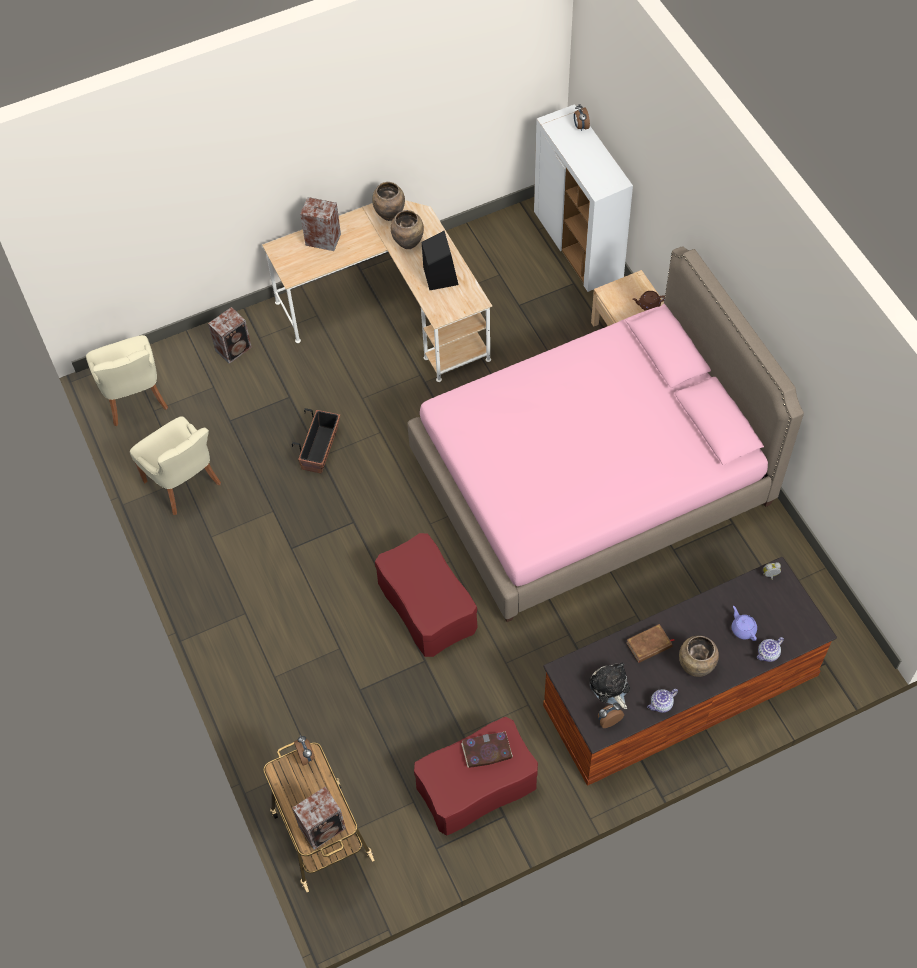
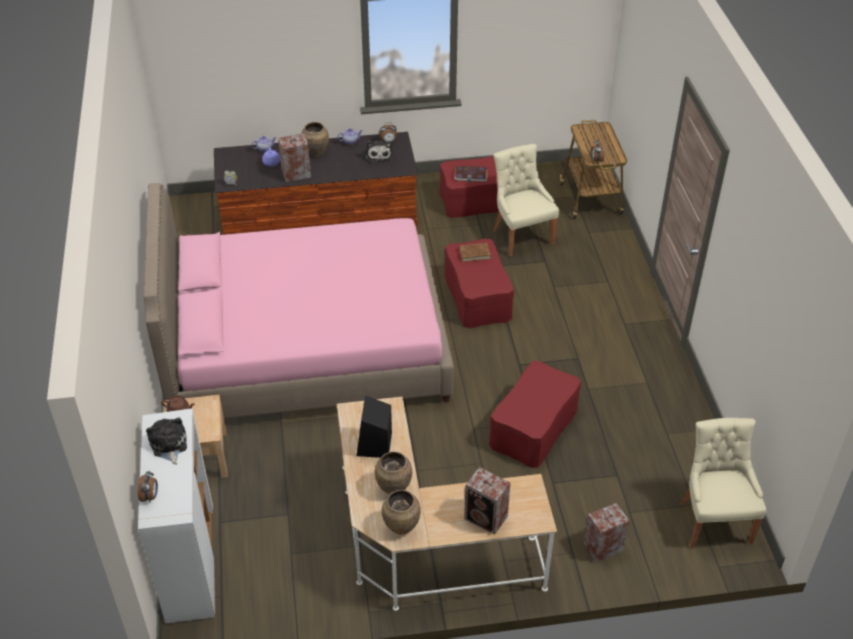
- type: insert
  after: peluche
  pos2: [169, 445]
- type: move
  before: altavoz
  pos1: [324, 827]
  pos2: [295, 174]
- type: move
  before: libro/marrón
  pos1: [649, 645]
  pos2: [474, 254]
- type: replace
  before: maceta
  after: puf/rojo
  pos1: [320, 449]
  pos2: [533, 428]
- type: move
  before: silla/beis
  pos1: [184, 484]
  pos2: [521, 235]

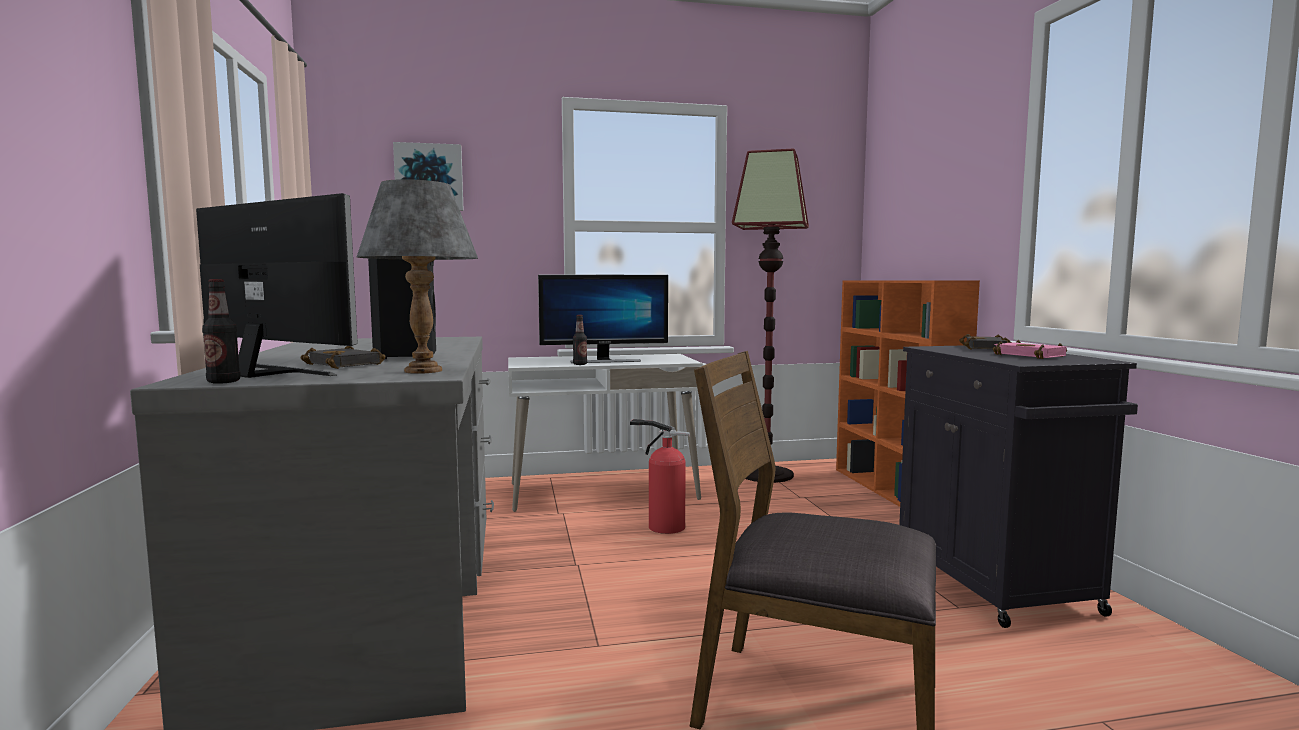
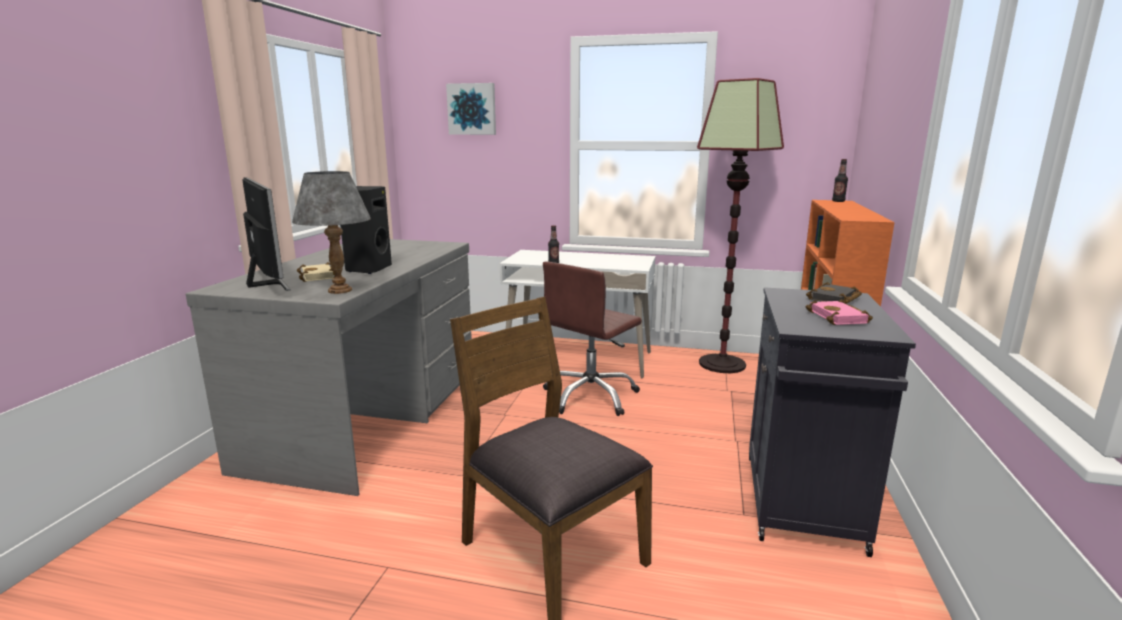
- type: recolor
  before: libro/negro
  after: libro/beis
  pos1: [347, 364]
  pos2: [320, 276]
- type: replace
  before: extintor
  after: silla de oficina/marrón
  pos1: [662, 526]
  pos2: [591, 396]
- type: move
  before: botella
  pos1: [223, 382]
  pos2: [838, 201]
- type: delete
  before: monitor
  pos1: [604, 361]

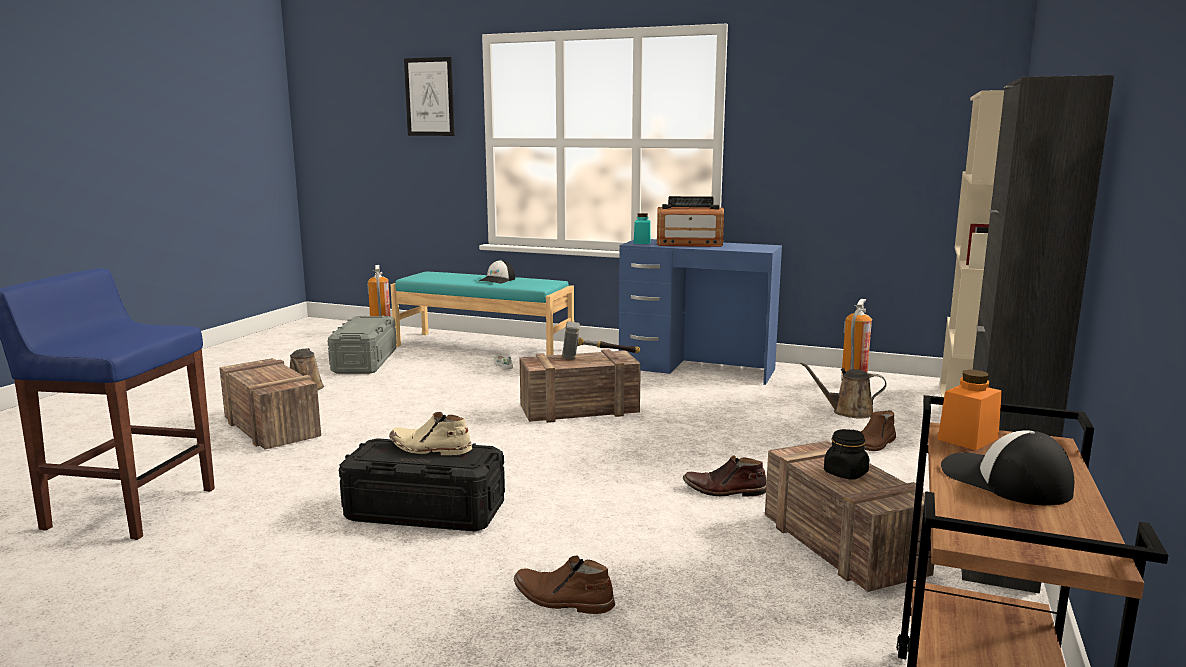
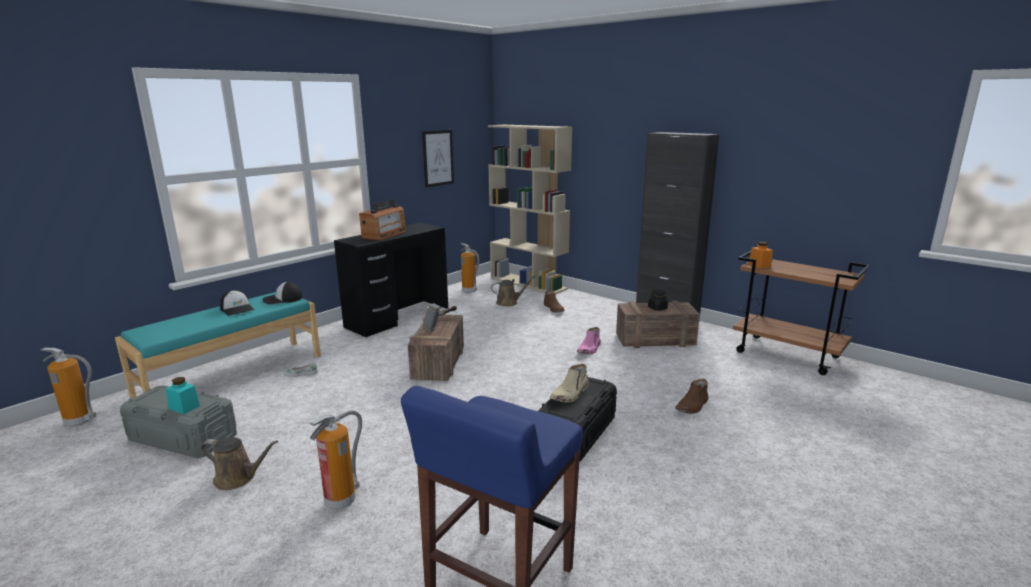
- type: move
  before: tarro/turquesa
  pos1: [642, 242]
  pos2: [184, 407]
- type: move
  before: gorra
  pos1: [1004, 480]
  pos2: [282, 299]
- type: replace
  before: caja de embalaje
  after: extintor
  pos1: [270, 427]
  pos2: [342, 500]
- type: recolor
  before: escritorio/azul
  after: escritorio/negro
  pos1: [697, 369]
  pos2: [398, 317]
- type: move
  before: cuadro
  pos1: [429, 97]
  pos2: [438, 158]
- type: rotate
  before: regadera/marrón
  pos1: [848, 412]
  pos2: [509, 302]
  turn: -135
- type: recolor
  before: bota/marrón
  after: bota/rosa
  pos1: [724, 490]
  pos2: [589, 349]

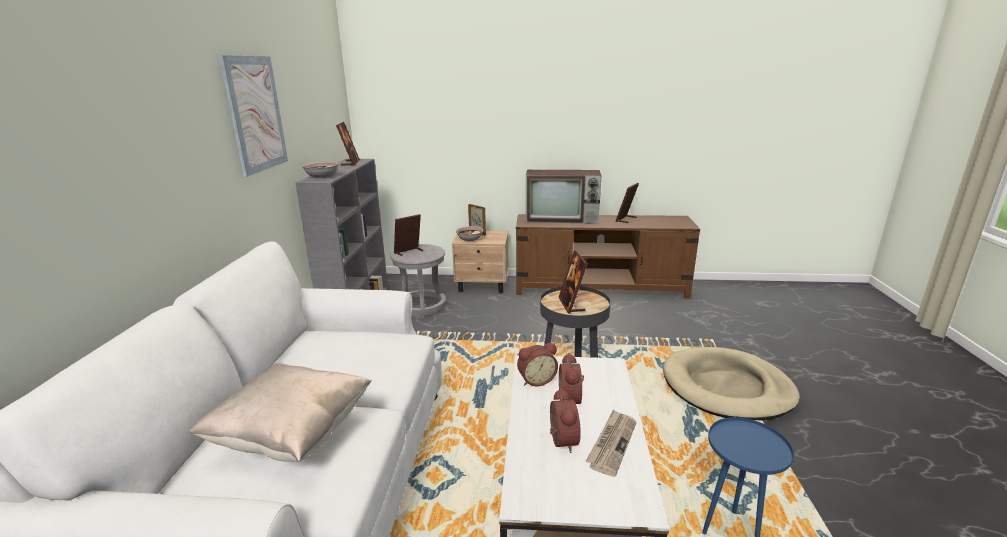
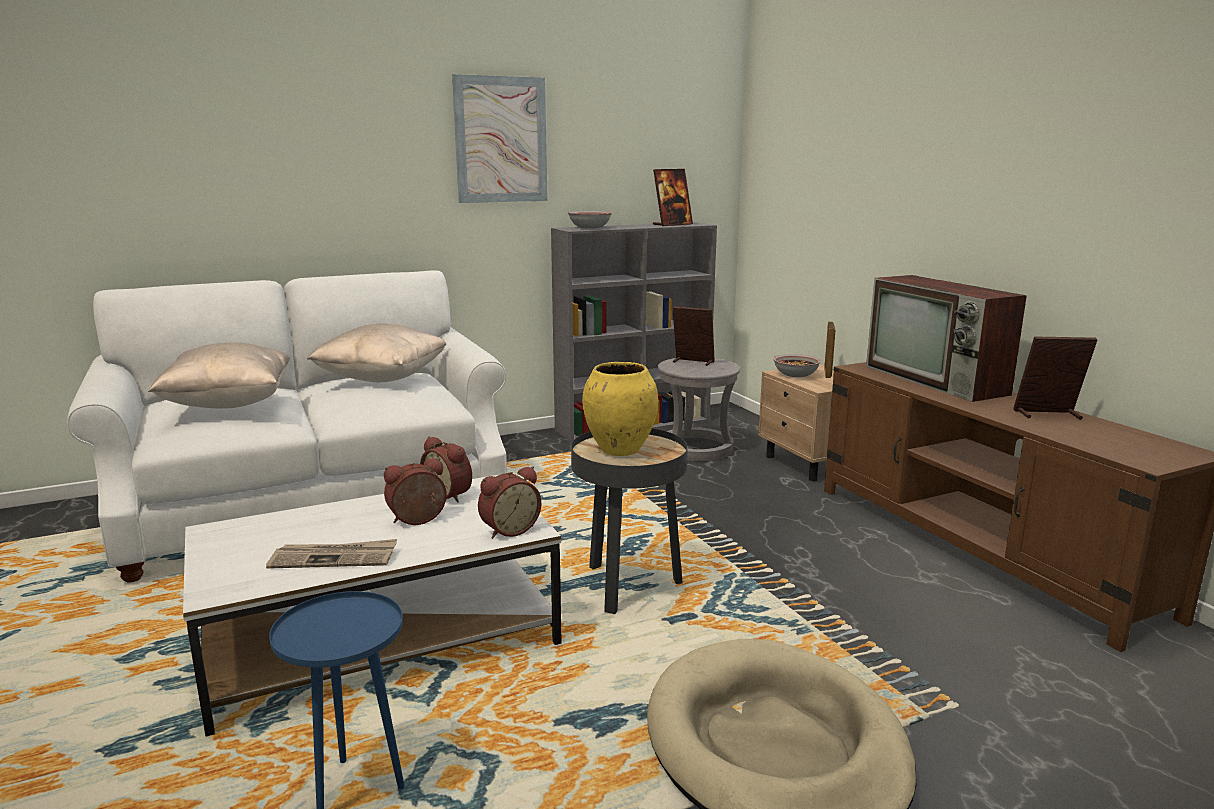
- type: insert
  after: cojín/beis
  pos2: [382, 378]
- type: move
  before: despertador
  pos1: [560, 440]
  pos2: [508, 529]
- type: replace
  before: portarretratos
  after: florero/amarillo
  pos1: [571, 305]
  pos2: [620, 450]

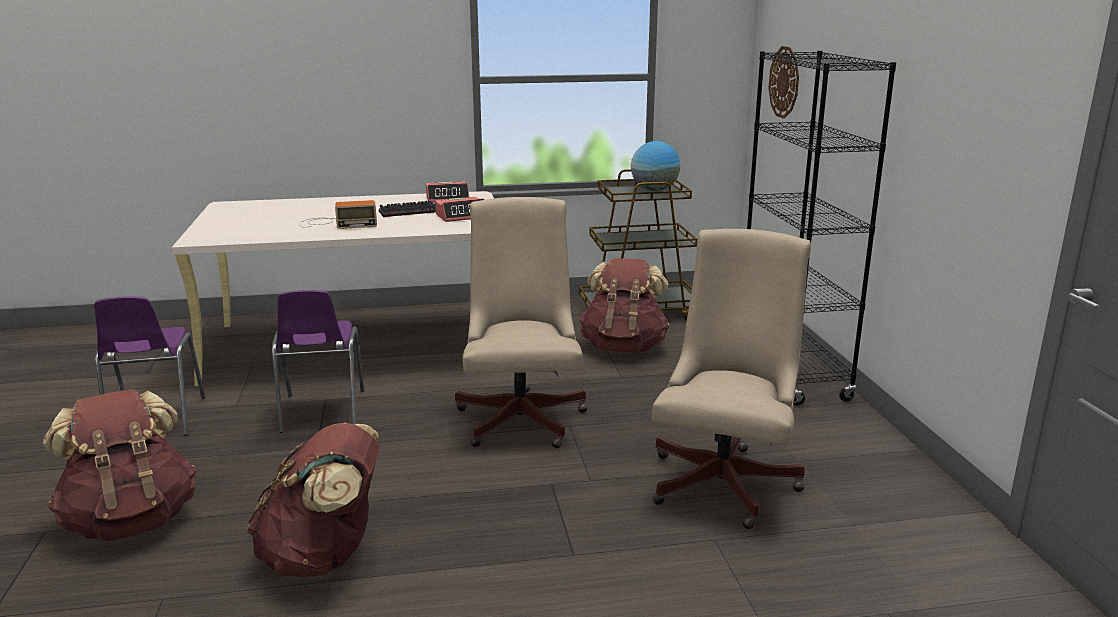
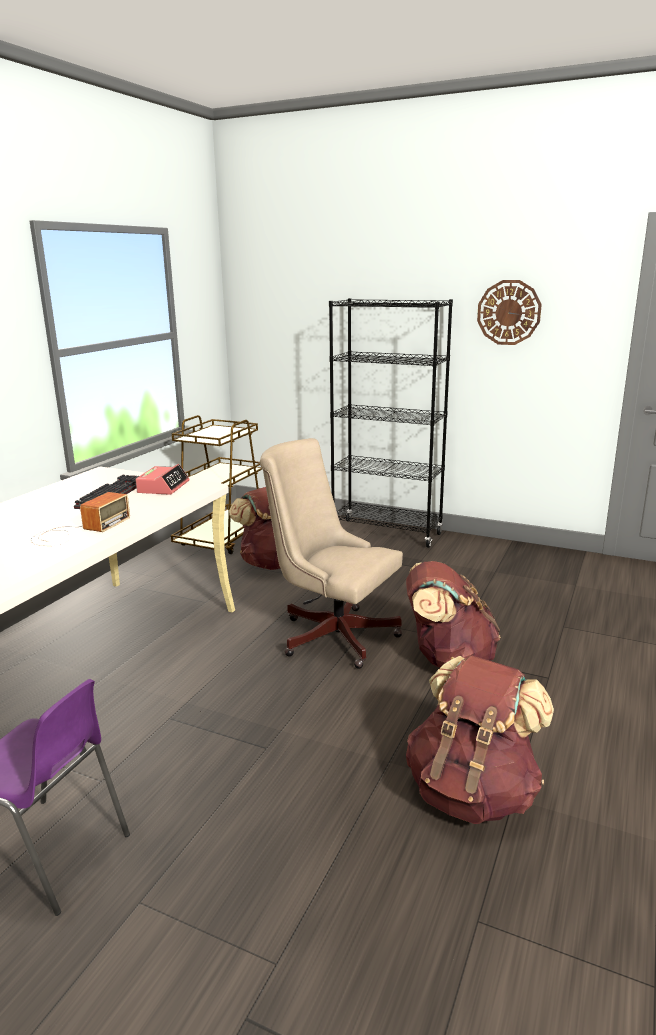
- type: move
  before: mochila/marrón
  pos1: [131, 521]
  pos2: [447, 659]
- type: move
  before: reloj de pared
  pos1: [784, 82]
  pos2: [508, 312]
- type: delete
  before: silla/morado
  pos1: [321, 412]
- type: delete
  before: despertador
  pos1: [448, 198]
- type: delete
  before: globo terráqueo
  pos1: [654, 190]
- type: delete
  before: silla de oficina/beis
  pos1: [726, 479]

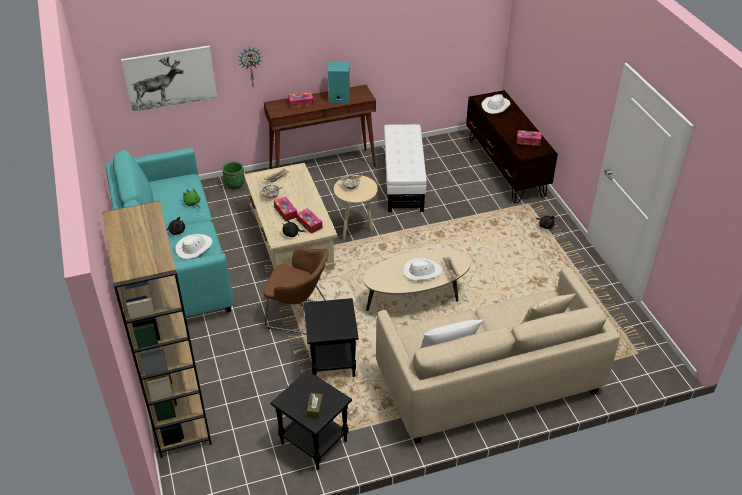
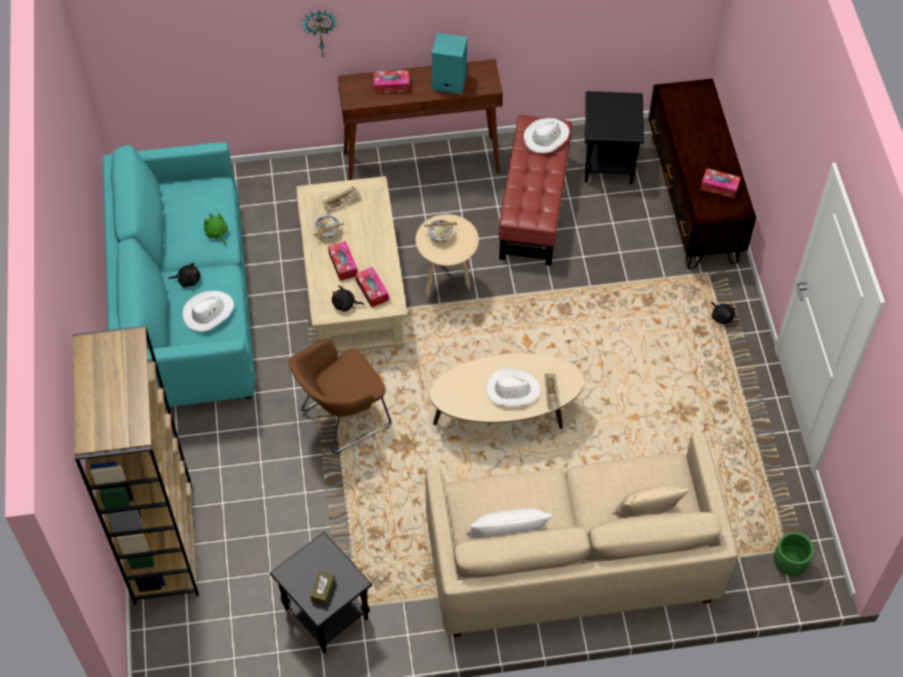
- type: rotate
  before: sillón/marrón
  pos1: [299, 316]
  pos2: [341, 419]
  turn: 120
- type: recolor
  before: puf/blanco
  after: puf/rojo
  pos1: [404, 182]
  pos2: [534, 207]
- type: move
  before: sombrero/blanco
  pos1: [496, 106]
  pos2: [546, 137]
- type: move
  before: mesa auxiliar/negro
  pos1: [333, 362]
  pos2: [609, 163]
- type: move
  before: maceta/verde
  pos1: [234, 185]
  pos2: [789, 564]
- type: delete
  before: cuadro
  pos1: [170, 78]

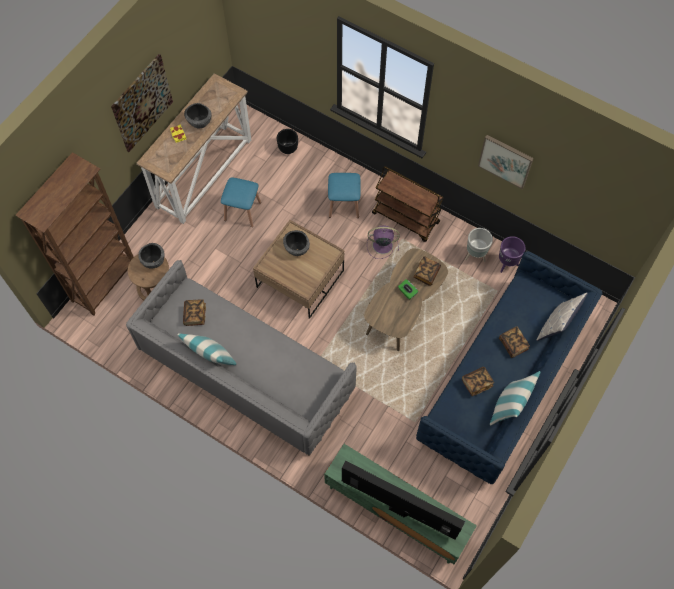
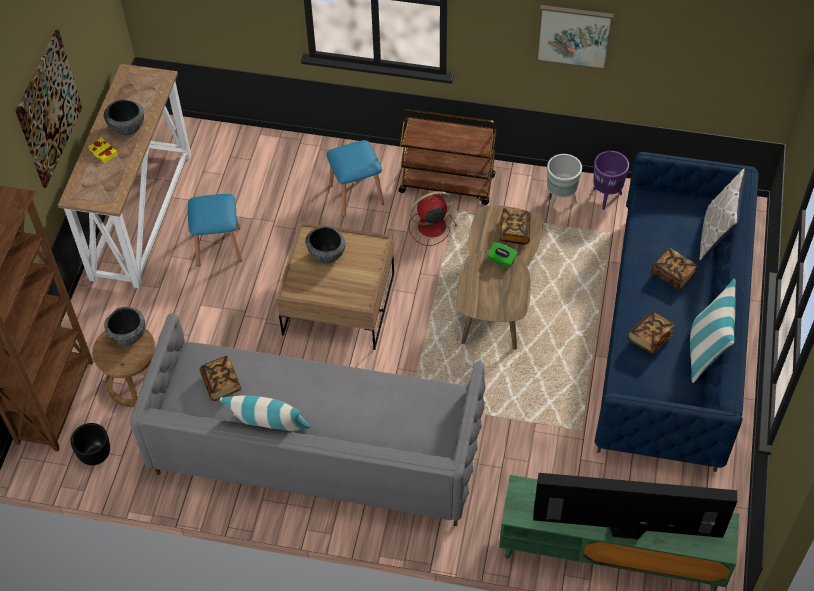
- type: move
  before: maceta/negro
  pos1: [288, 148]
  pos2: [96, 454]
- type: recolor
  before: ventilador/morado
  after: ventilador/rojo
  pos1: [381, 245]
  pos2: [430, 227]

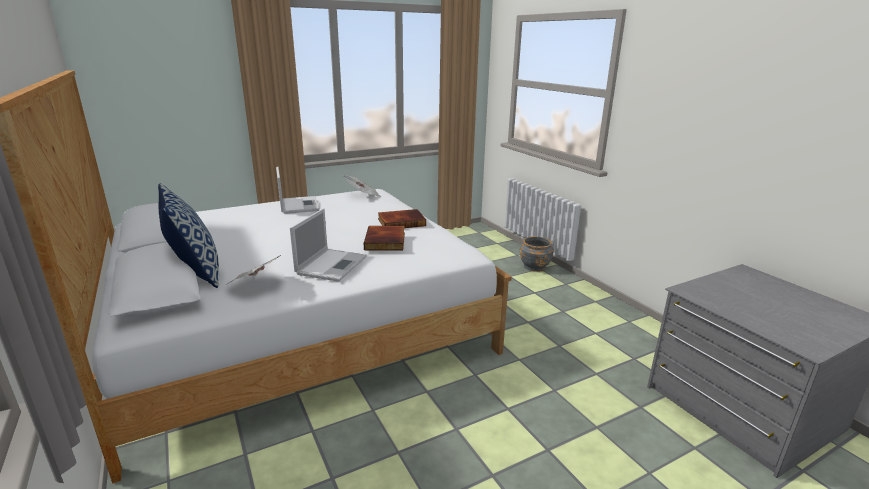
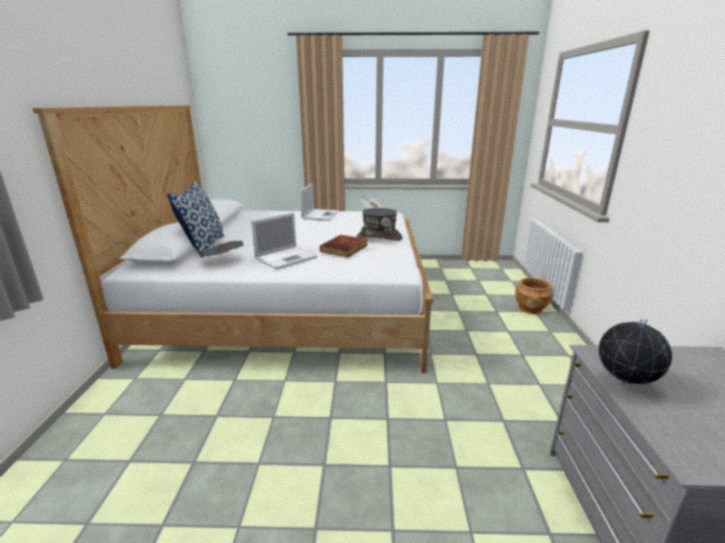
- type: replace
  before: libro
  after: sombrero/gris
  pos1: [401, 222]
  pos2: [379, 237]
- type: recolor
  before: maceta/gris
  after: maceta/marrón
  pos1: [534, 266]
  pos2: [530, 308]
- type: insert
  after: globo terráqueo
  pos2: [624, 384]

